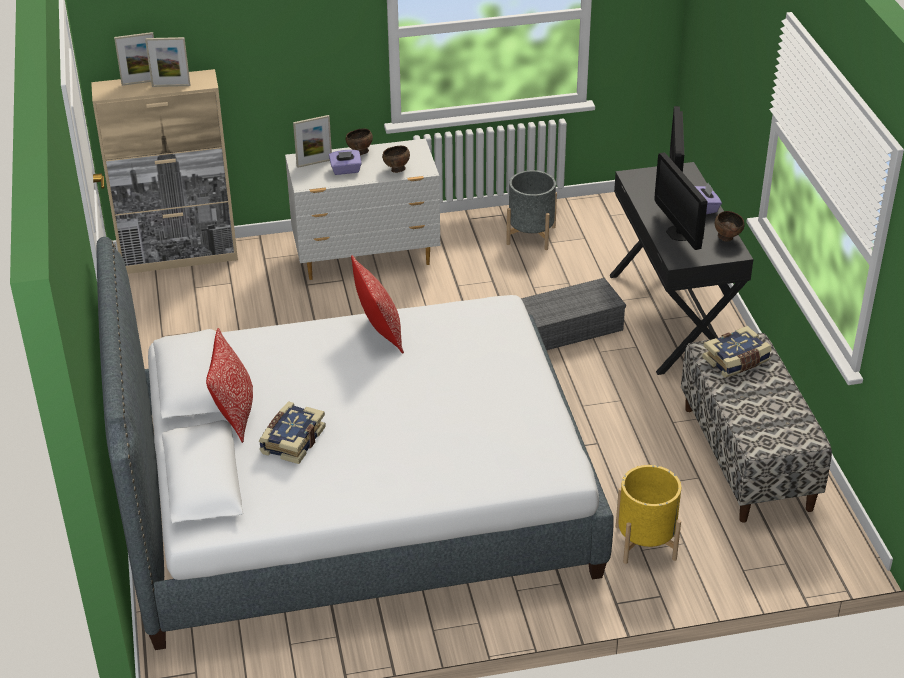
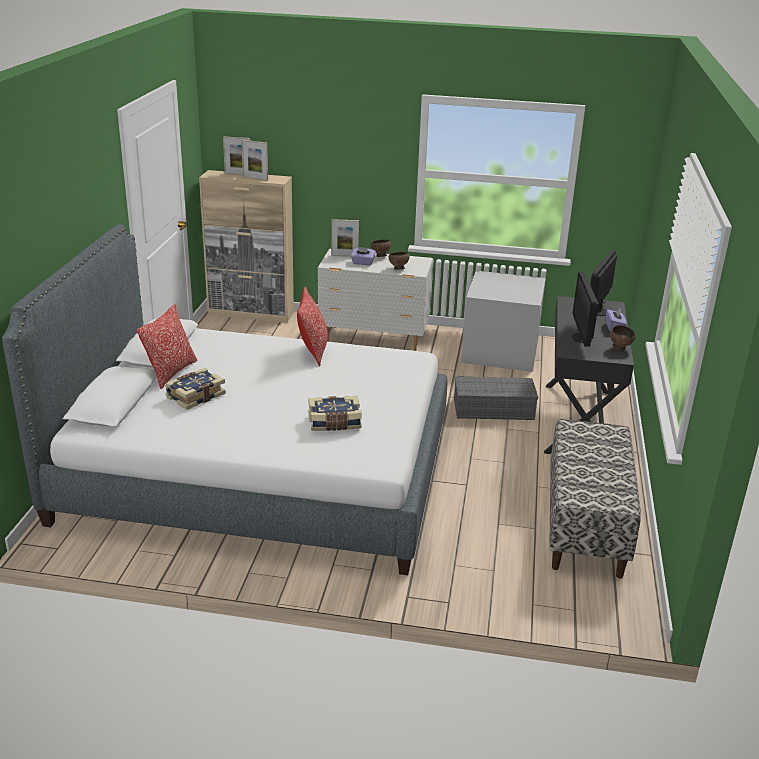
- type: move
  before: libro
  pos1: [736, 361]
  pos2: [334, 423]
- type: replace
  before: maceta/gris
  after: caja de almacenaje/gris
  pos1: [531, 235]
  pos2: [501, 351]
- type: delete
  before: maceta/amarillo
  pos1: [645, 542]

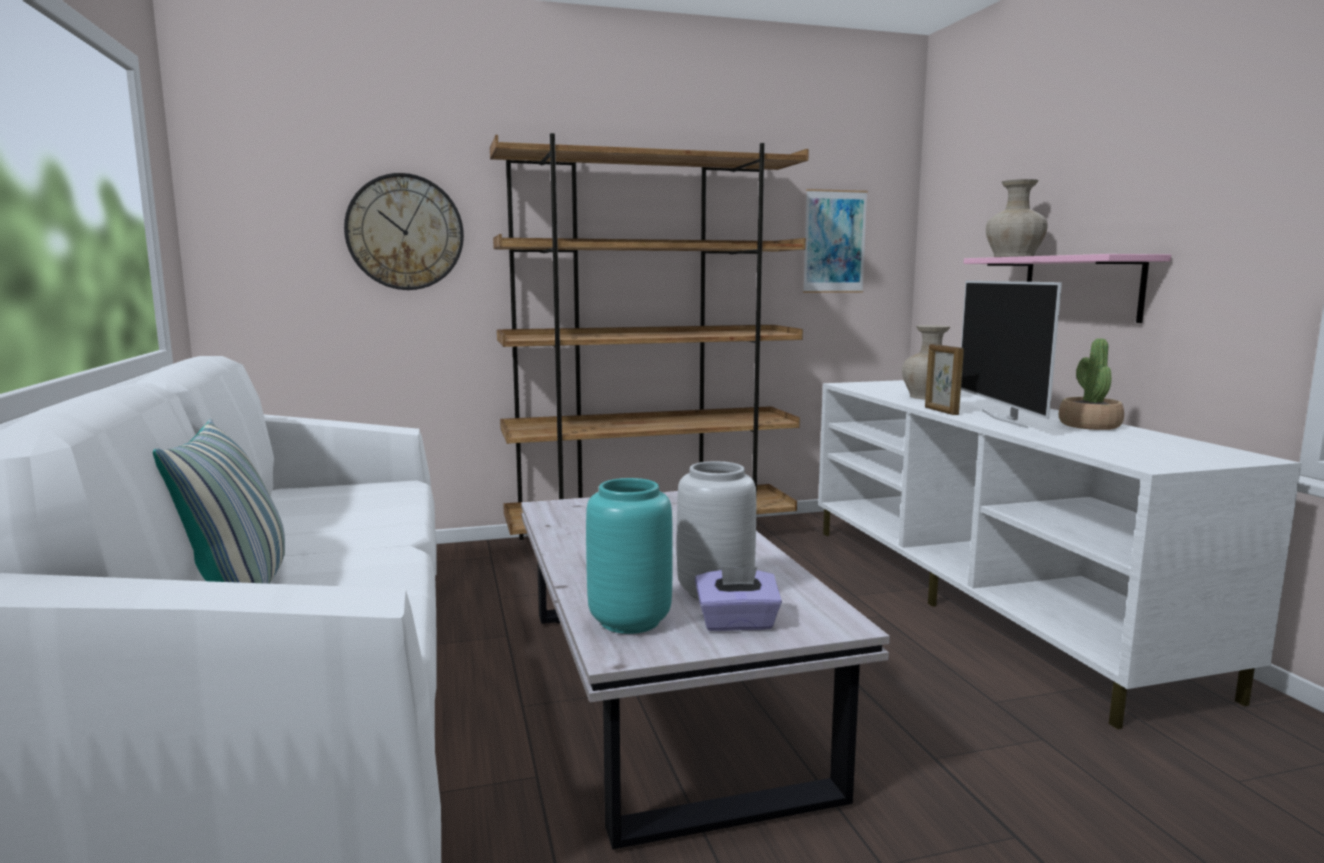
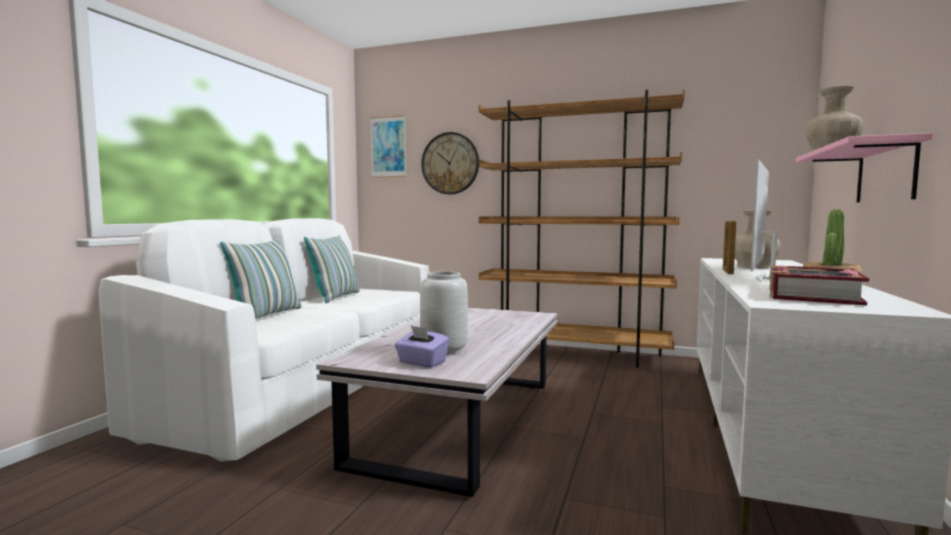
- type: insert
  after: cojín
  pos2: [335, 297]
- type: move
  before: cuadro
  pos1: [834, 242]
  pos2: [388, 147]
- type: insert
  after: libro
  pos2: [812, 295]
- type: delete
  before: florero/turquesa
  pos1: [628, 621]

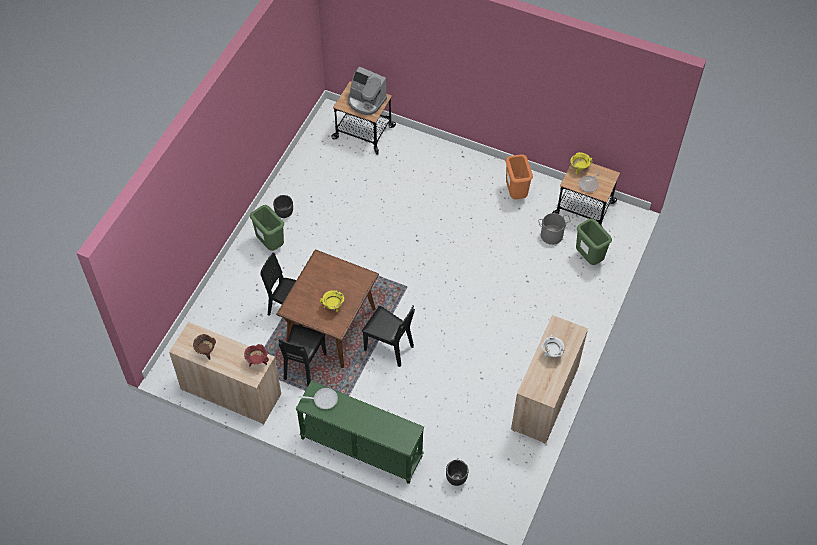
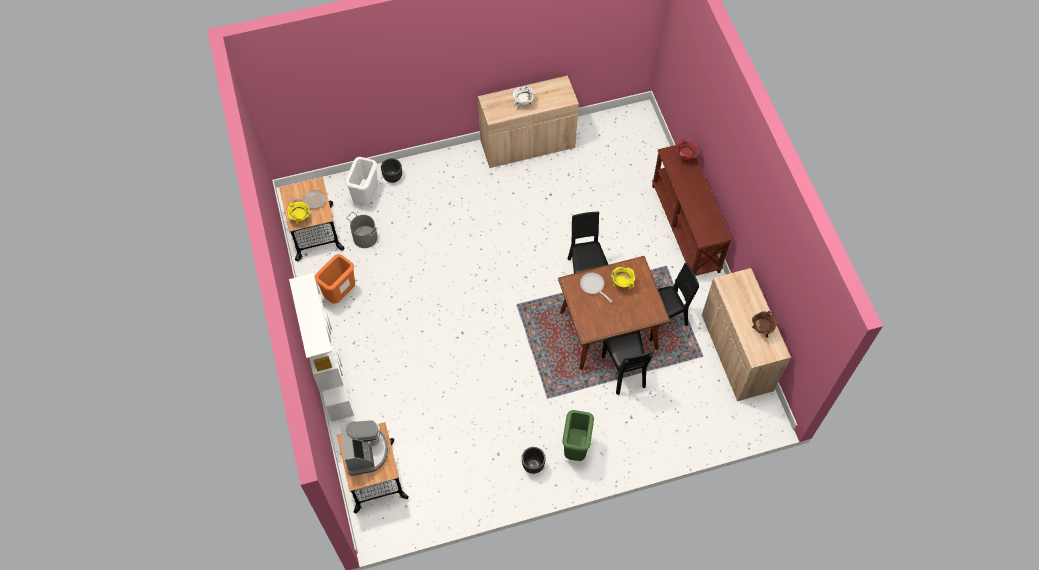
- type: insert
  after: estantería/blanco
  pos2: [333, 382]
- type: recolor
  before: papelera/verde
  after: papelera/blanco
  pos1: [589, 258]
  pos2: [366, 197]
- type: move
  before: maceta/negro
  pos1: [456, 479]
  pos2: [393, 177]
- type: move
  before: sartén
  pos1: [323, 399]
  pos2: [593, 286]
- type: recolor
  before: mesa consola/verde
  after: mesa consola/marrón
  pos1: [360, 448]
  pos2: [686, 228]
- type: move
  before: olla/rojo
  pos1: [257, 361]
  pos2: [685, 158]

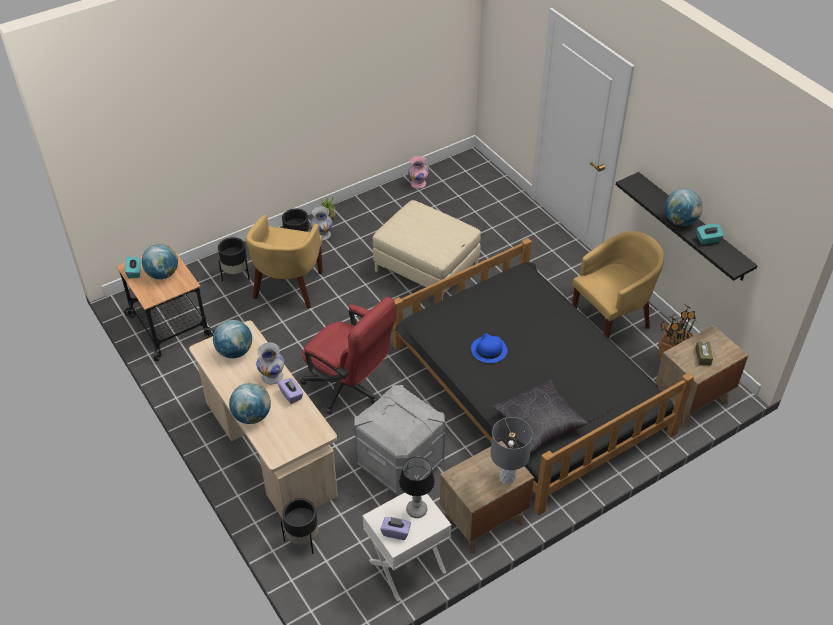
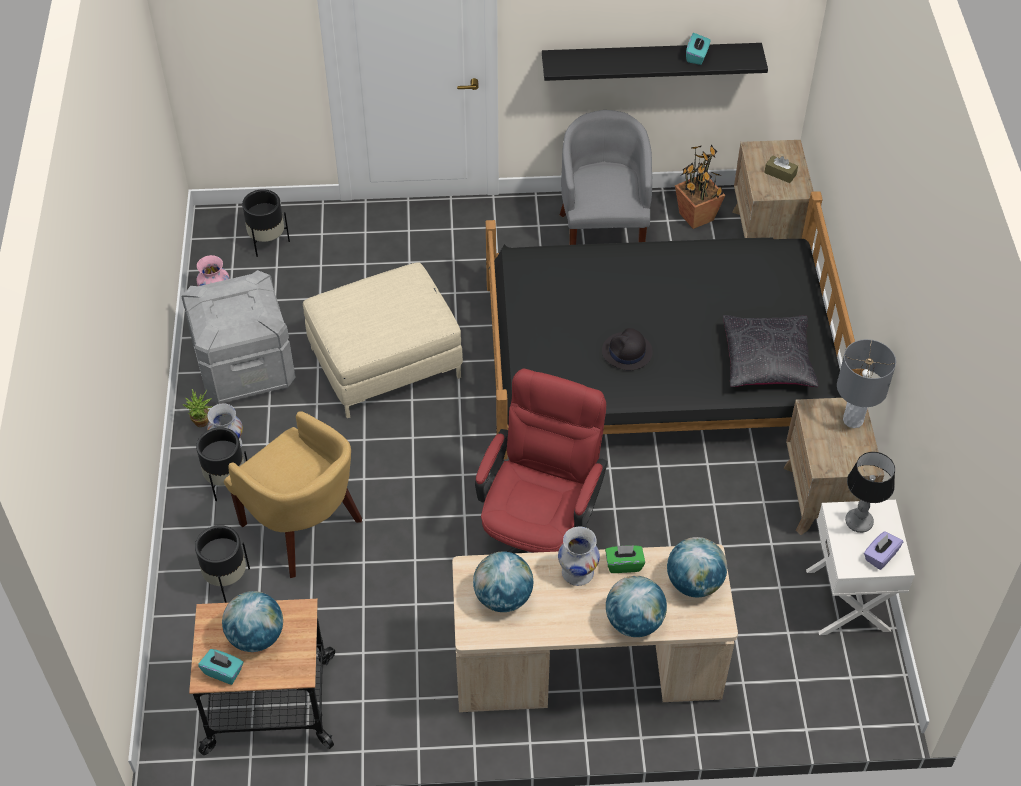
- type: move
  before: caja de almacenaje/gris
  pos1: [400, 462]
  pos2: [245, 368]
- type: move
  before: maceta/negro
  pos1: [303, 539]
  pos2: [268, 242]
- type: rotate
  before: silla de oficina/rojo
  pos1: [349, 388]
  pos2: [538, 537]
  turn: -45
- type: recolor
  before: sillón/amarillo
  after: sillón/gris
  pos1: [612, 318]
  pos2: [603, 234]
- type: recolor
  before: sombrero/azul
  after: sombrero/negro
  pos1: [488, 350]
  pos2: [627, 352]
- type: recolor
  before: caja de pañuelos/morado
  after: caja de pañuelos/verde
  pos1: [291, 395]
  pos2: [624, 564]
- type: move
  before: globo terráqueo
  pos1: [680, 221]
  pos2: [694, 583]

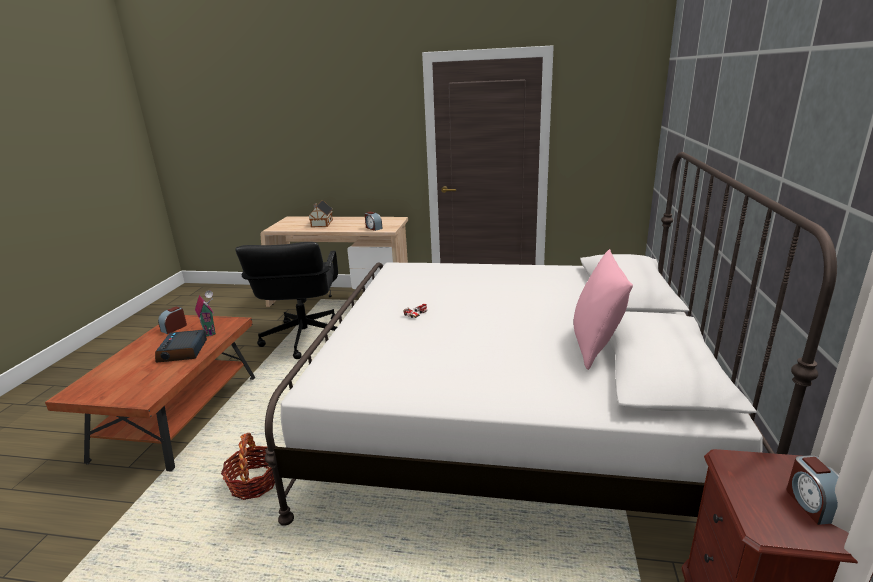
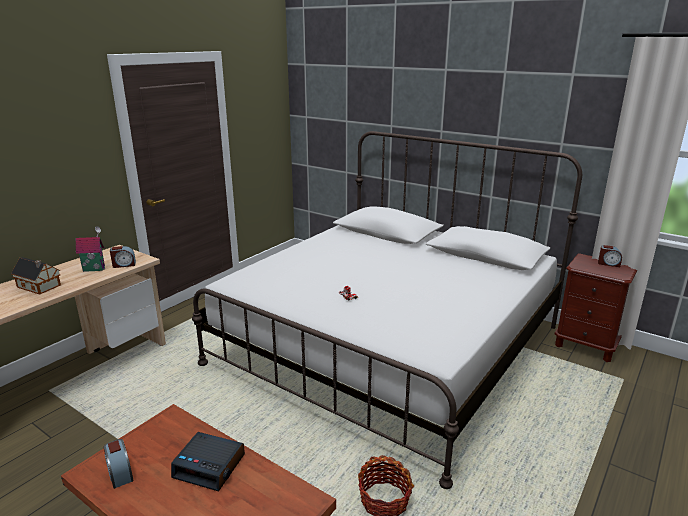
- type: move
  before: casita
  pos1: [210, 331]
  pos2: [94, 268]
- type: delete
  before: silla de oficina/negro
  pos1: [304, 338]
- type: delete
  before: cojín/rosa
  pos1: [595, 346]

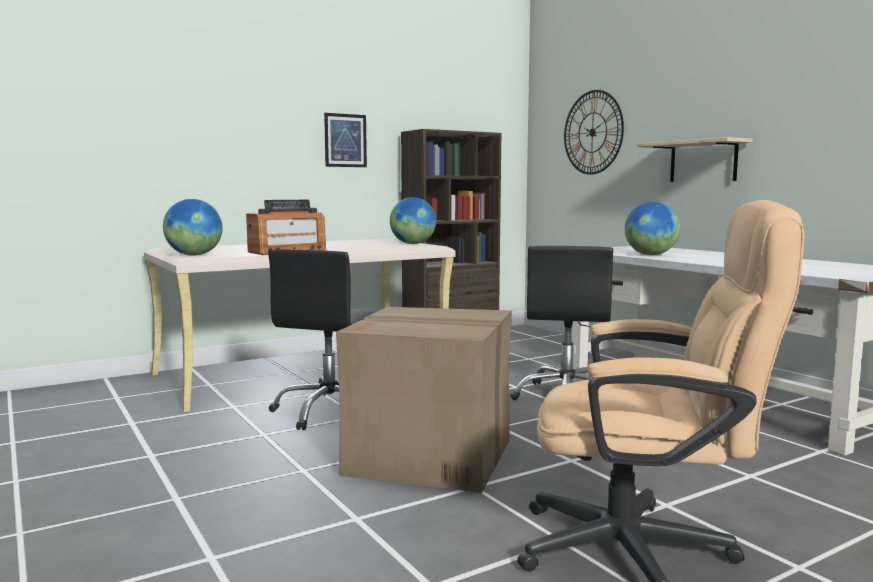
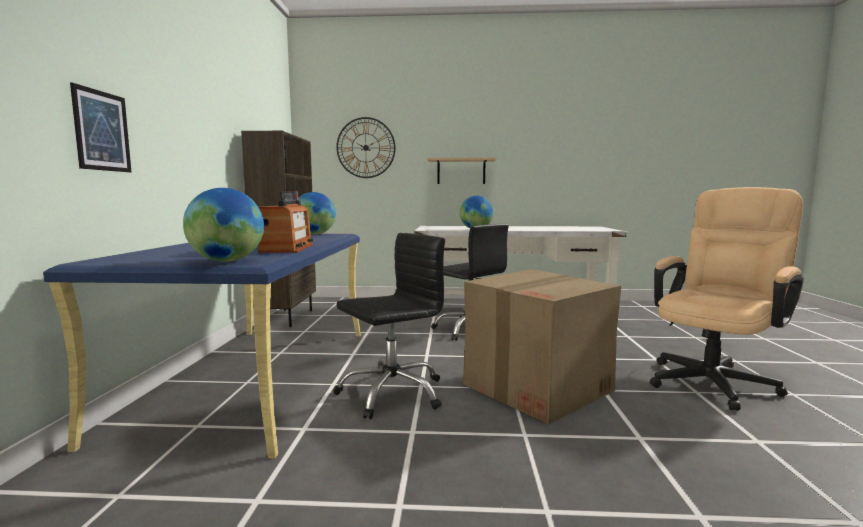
- type: recolor
  before: escritorio/beis
  after: escritorio/azul
  pos1: [306, 371]
  pos2: [258, 375]
- type: move
  before: cuadro
  pos1: [345, 140]
  pos2: [102, 131]
- type: rotate
  before: silla de oficina/negro
  pos1: [330, 411]
  pos2: [392, 393]
  turn: -90

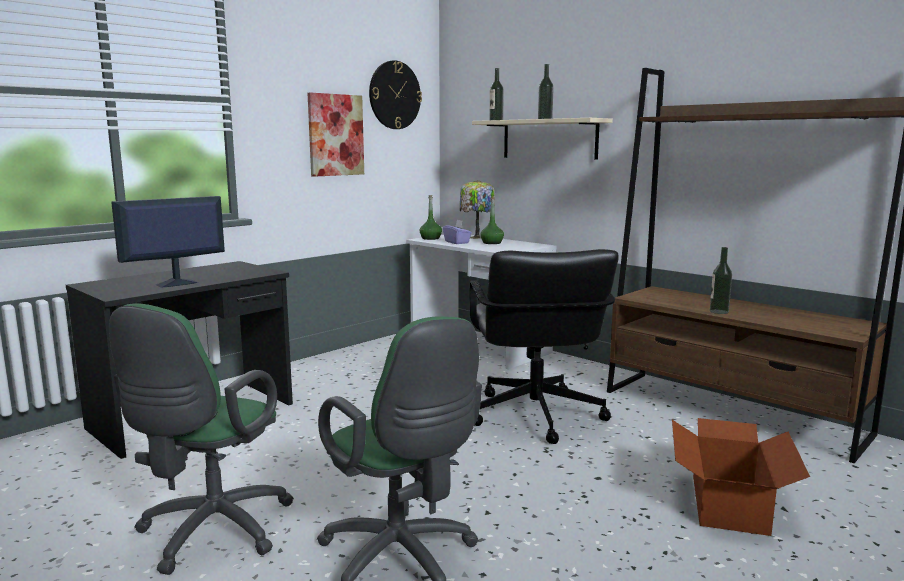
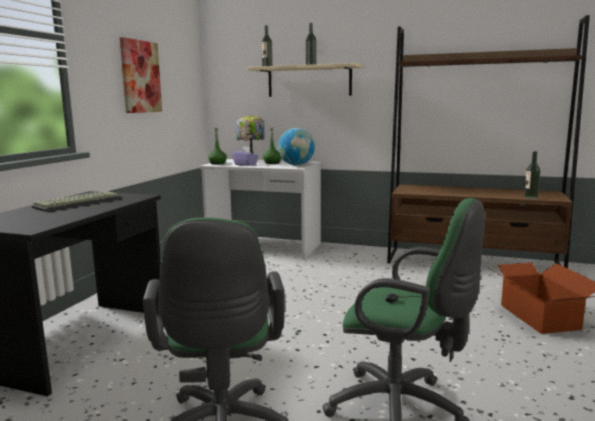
- type: insert
  after: teclado
  pos2: [78, 202]
- type: insert
  after: globo terráqueo
  pos2: [296, 165]
- type: move
  before: botella
  pos1: [719, 311]
  pos2: [530, 197]
- type: delete
  before: monitor
  pos1: [176, 283]
- type: delete
  before: reloj de pared
  pos1: [394, 95]
- type: delete
  before: silla de oficina/negro
  pos1: [535, 416]

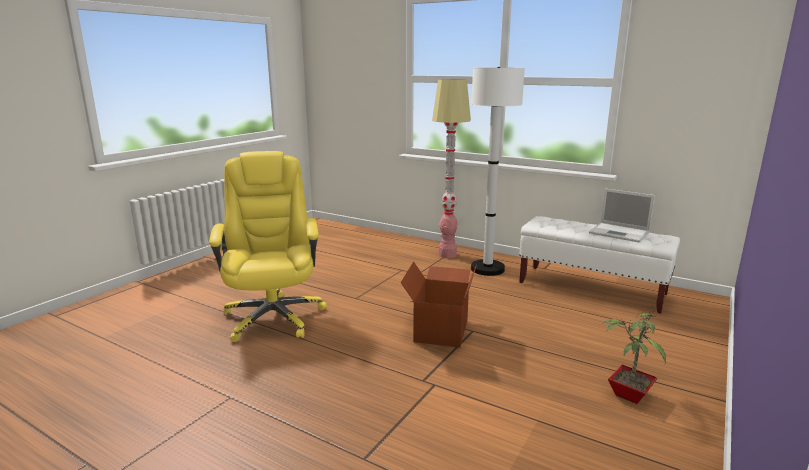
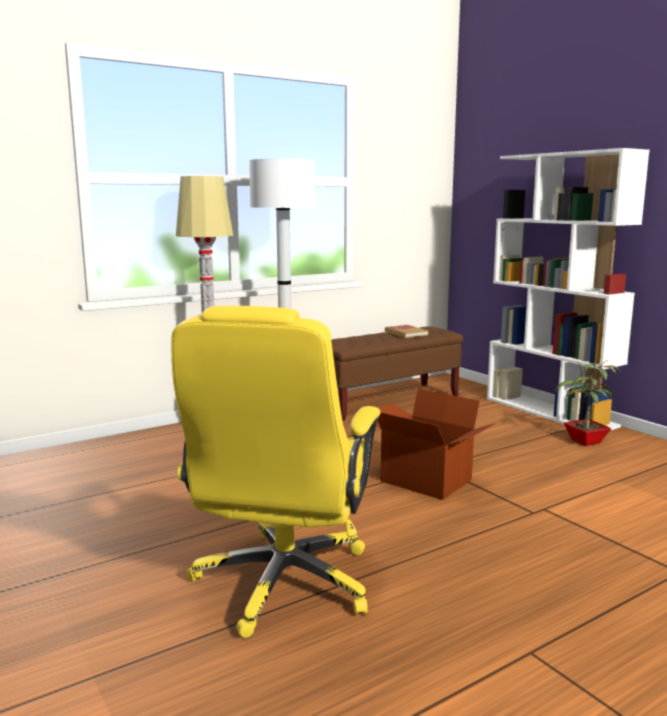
- type: rotate
  before: silla de oficina/amarillo
  pos1: [273, 316]
  pos2: [283, 583]
  turn: -90
- type: recolor
  before: banco/blanco
  after: banco/marrón
  pos1: [591, 289]
  pos2: [387, 402]
- type: replace
  before: portátil
  after: libro
  pos1: [620, 233]
  pos2: [406, 333]
- type: insert
  after: estantería/blanco
  pos2: [550, 412]

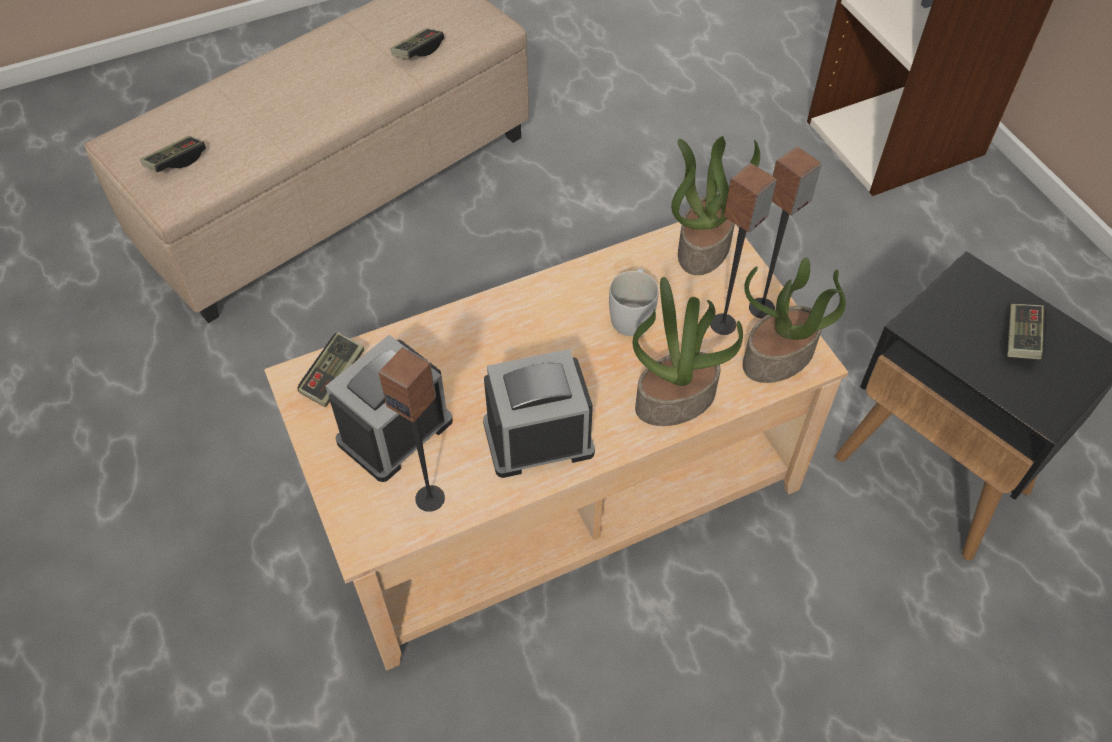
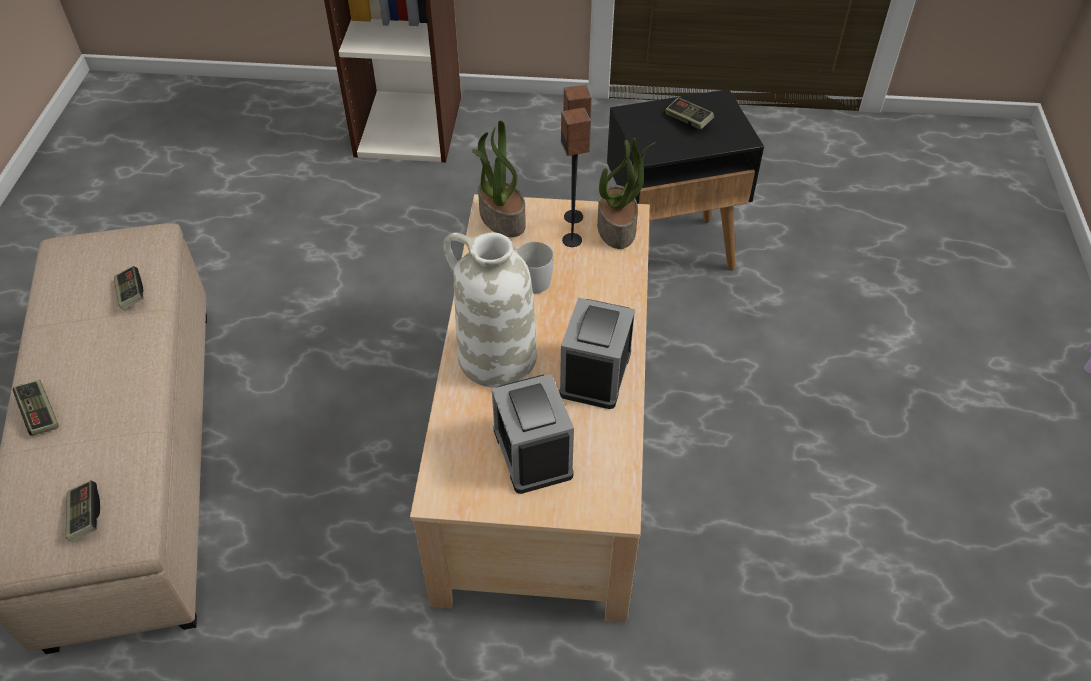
- type: move
  before: mando de consola
  pos1: [334, 377]
  pos2: [40, 413]
- type: insert
  after: florero/blanco
  pos2: [495, 358]
- type: delete
  before: altavoz
  pos1: [430, 498]
- type: delete
  before: planta en maceta
  pos1: [675, 399]

